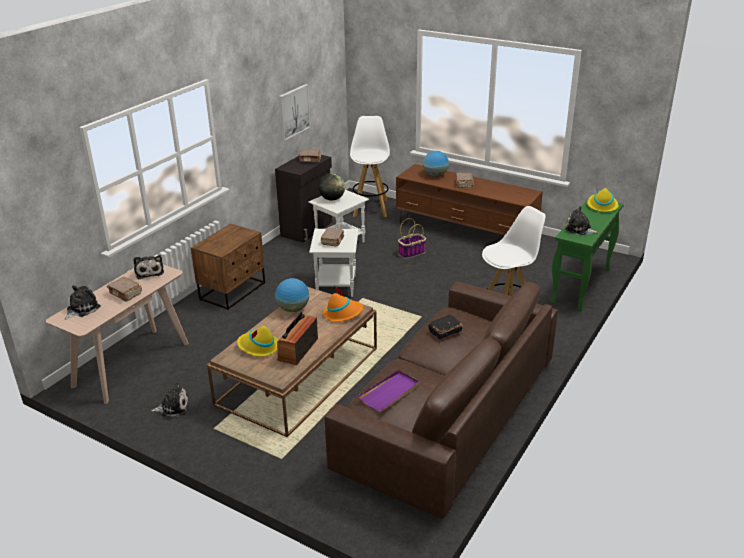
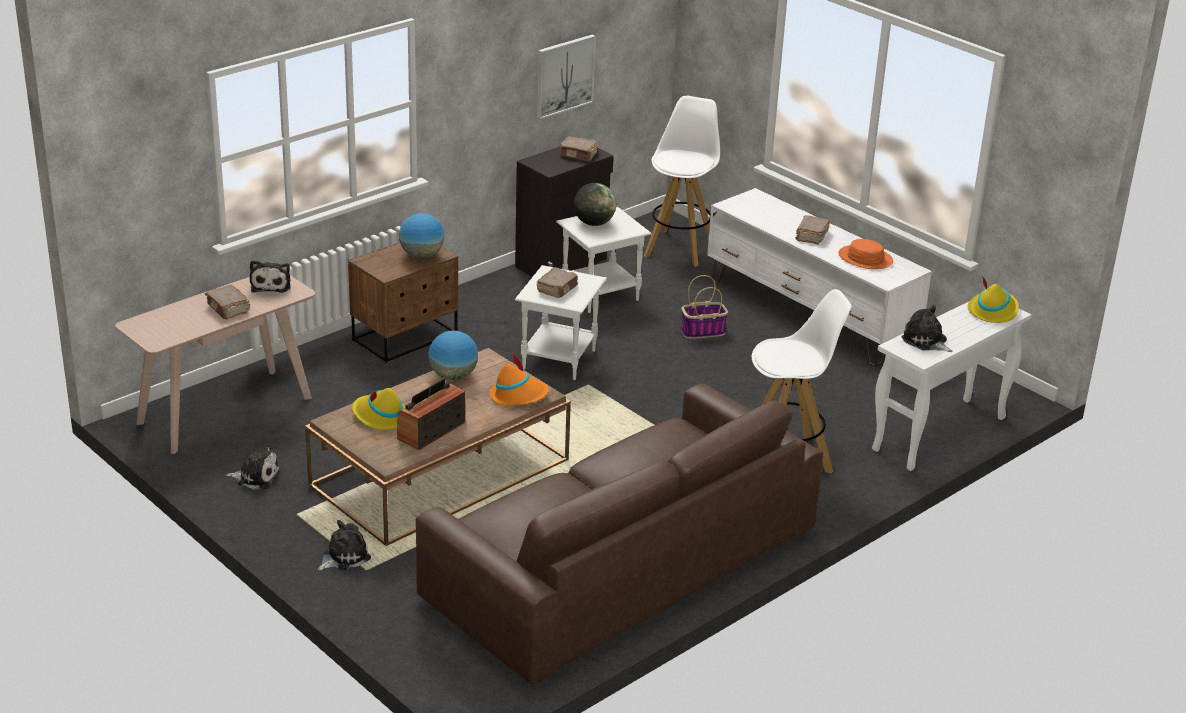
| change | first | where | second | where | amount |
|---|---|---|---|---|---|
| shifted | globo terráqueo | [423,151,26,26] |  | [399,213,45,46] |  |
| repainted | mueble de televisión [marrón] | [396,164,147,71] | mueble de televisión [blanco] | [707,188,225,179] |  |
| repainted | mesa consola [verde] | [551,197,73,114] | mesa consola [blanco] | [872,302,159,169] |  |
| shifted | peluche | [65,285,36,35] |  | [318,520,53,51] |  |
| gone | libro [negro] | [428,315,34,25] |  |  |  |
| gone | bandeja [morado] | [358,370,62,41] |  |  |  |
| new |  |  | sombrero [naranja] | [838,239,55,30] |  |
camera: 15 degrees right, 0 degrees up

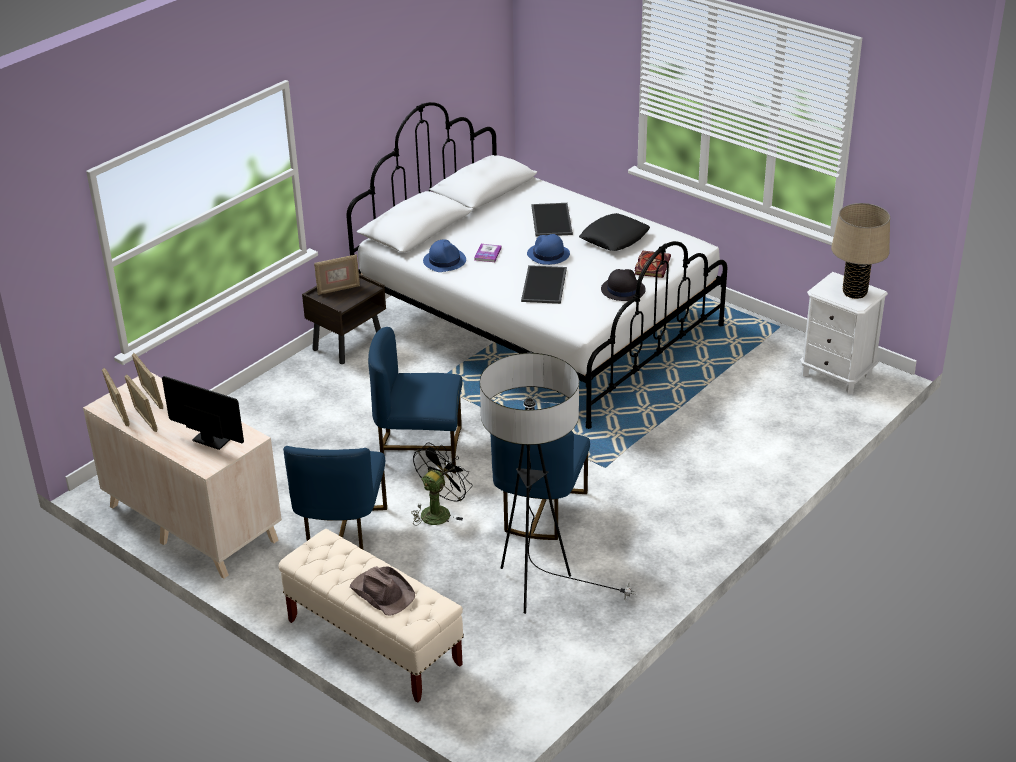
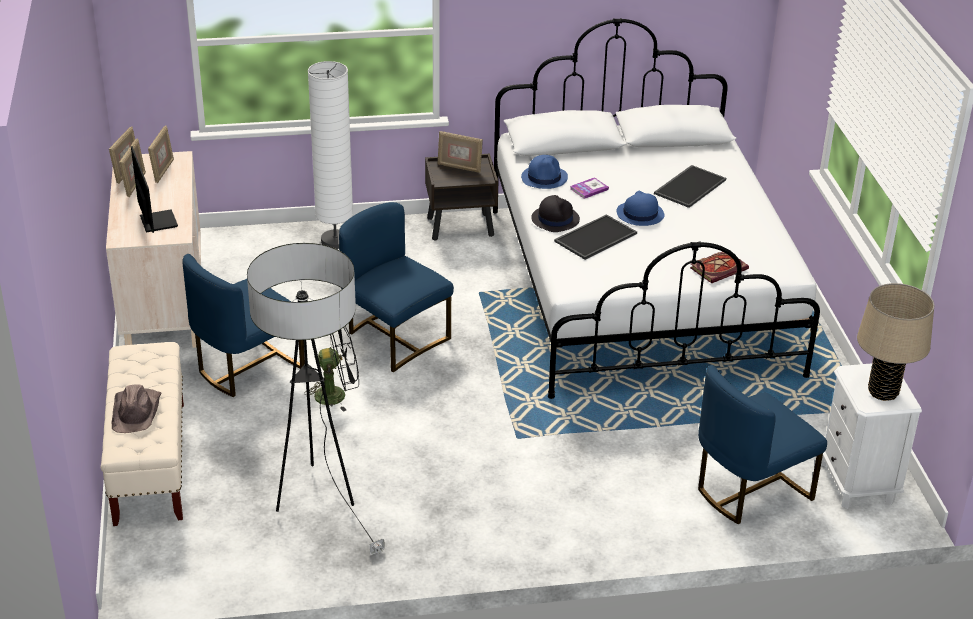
| change | first | where | second | where | amount |
|---|---|---|---|---|---|
| gone | cojín [negro] | [579,213,71,38] |  |  |  |
| shifted | sombrero [negro] | [601,269,45,32] |  | [531,195,49,37] |  |
| shifted | silla [azul] | [490,431,100,109] |  | [698,365,129,159] |  |
| new |  |  | lámpara de pie [blanco] | [308,61,45,188] |  |
camera: 40 degrees right, 0 degrees up

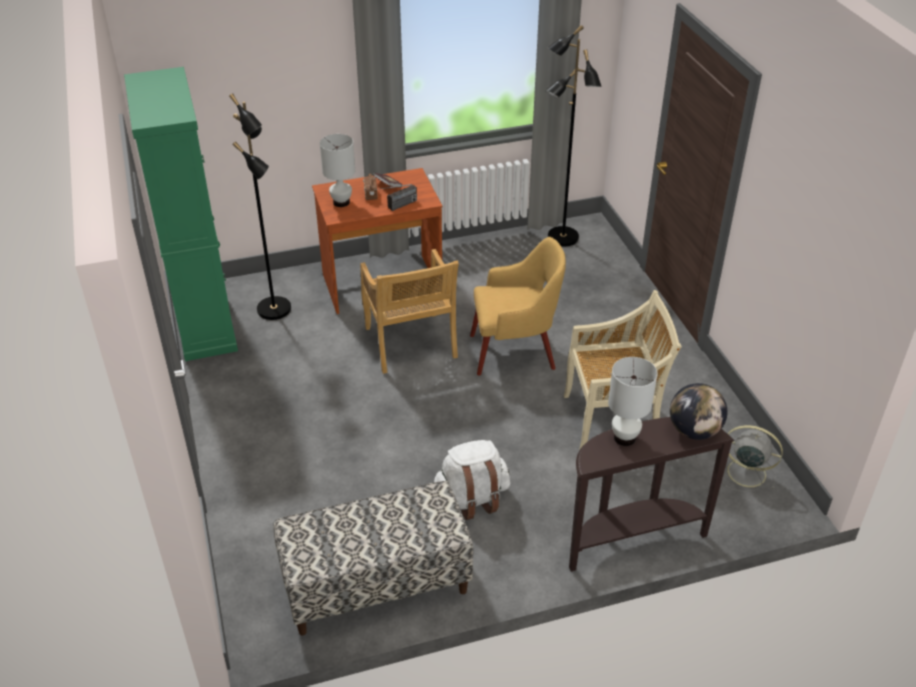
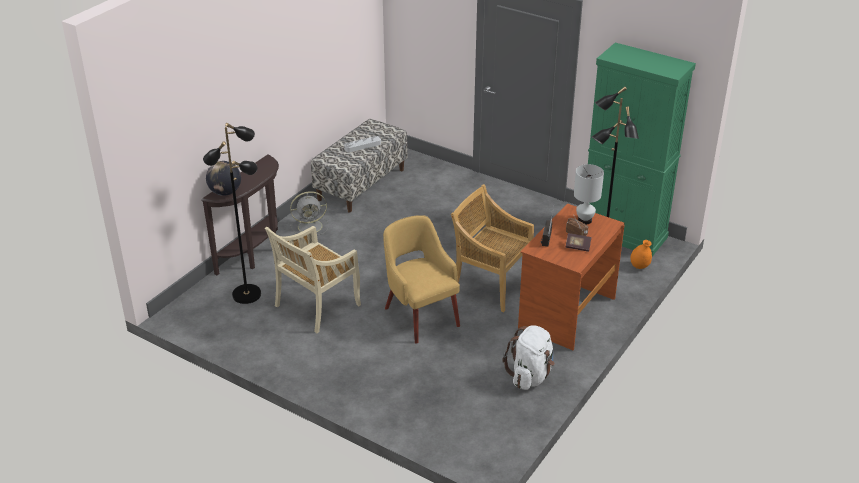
| change | first | where | second | where | amount |
|---|---|---|---|---|---|
| shifted | lámpara de pie [negro] | [545,25,57,222] |  | [203,123,58,181] |  |
| rotated | sillón [amarillo] | [470,237,96,139] |  | [383,215,77,129] | 105 degrees clockwise |
| gone | lámpara de mesa [blanco] | [608,357,50,89] |  |  |  |
| shifted | ventilador [gris] | [722,425,61,67] |  | [290,191,39,45] |  |
| shifted | mochila [blanco] | [434,440,76,80] |  | [503,325,52,65] |  |
| new |  |  | bandeja [gris] | [344,136,37,16] |  |
| new |  |  | florero [naranja] | [631,240,21,29] |  |
camera: 140 degrees right, 5 degrees down

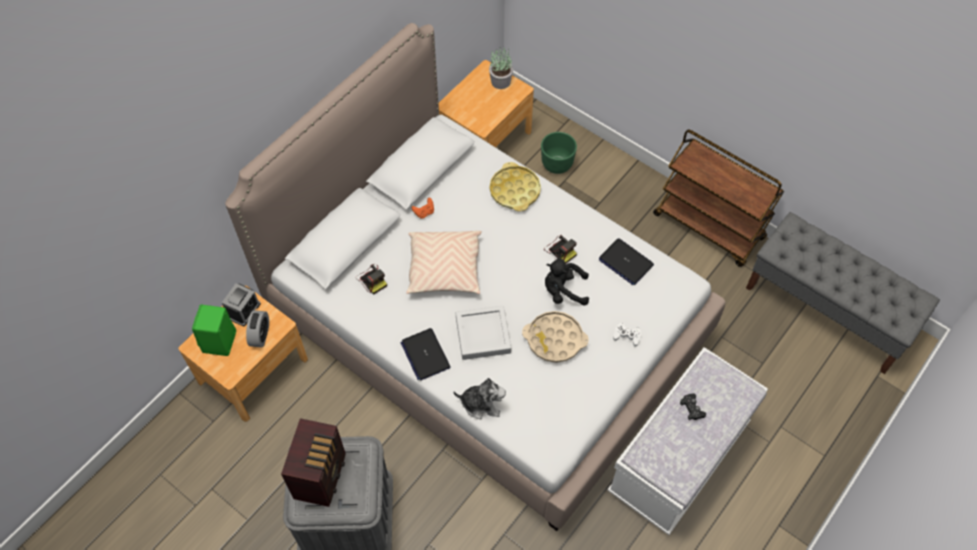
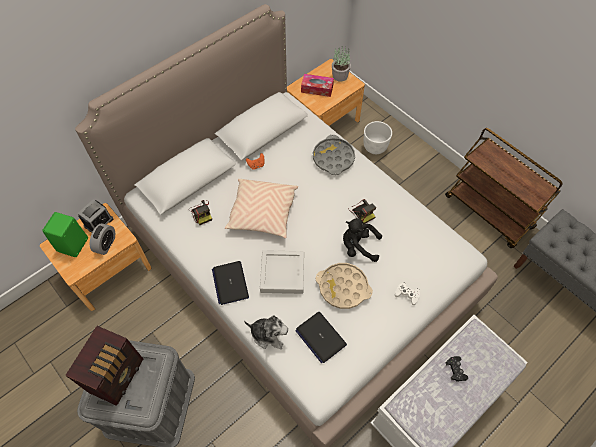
| change | first | where | second | where | amount |
|---|---|---|---|---|---|
| repainted | maceta [verde] | [541,132,36,42] | maceta [blanco] | [363,121,29,33] |  |
| repainted | bandeja [amarillo] | [490,162,51,50] | bandeja [gris] | [313,135,42,40] |  |
| shifted | portátil | [599,238,55,47] |  | [295,312,52,51] |  |
| new |  |  | caja de pañuelos | [301,74,33,23] |  |
camera: 10 degrees right, 0 degrees up

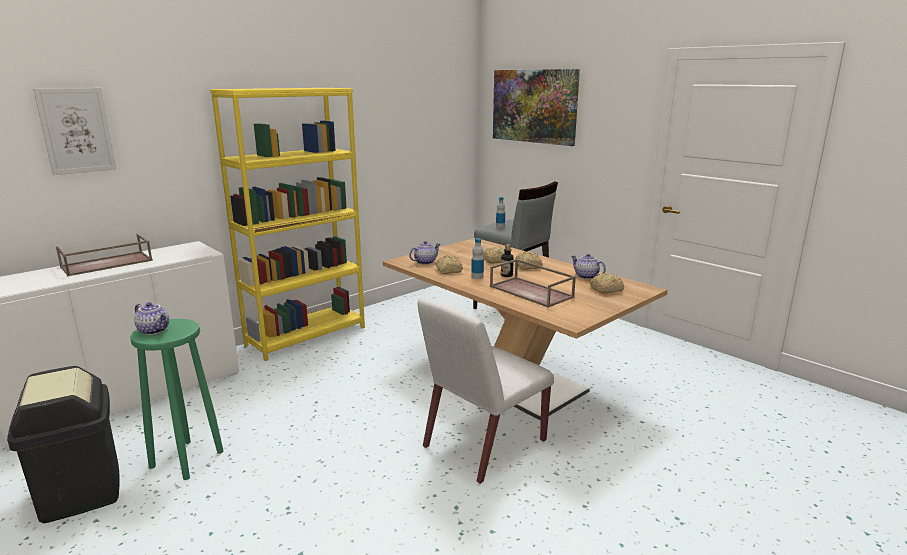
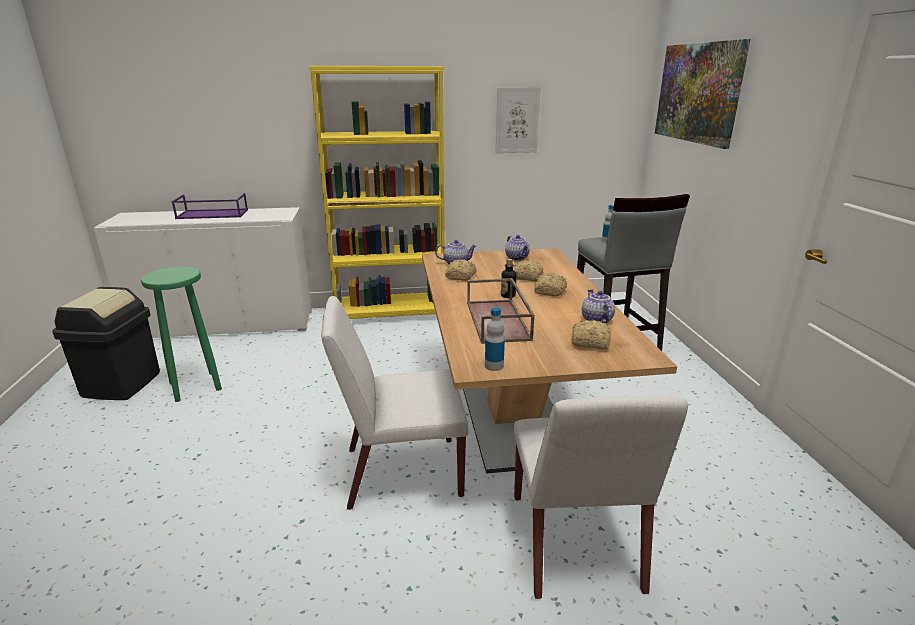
| change | first | where | second | where | amount |
|---|---|---|---|---|---|
| shifted | cuadro | [33,88,83,87] |  | [495,87,46,66] |  |
| repainted | bandeja [marrón] | [56,234,97,42] | bandeja [morado] | [171,193,77,26] |  |
| shifted | botella | [471,238,13,41] |  | [485,307,20,64] |  |
| shifted | tetera | [134,302,35,33] |  | [505,235,25,26] |  |
| new |  |  | silla [blanco] | [514,396,174,203] |  |
camera: 35 degrees right, 5 degrees up

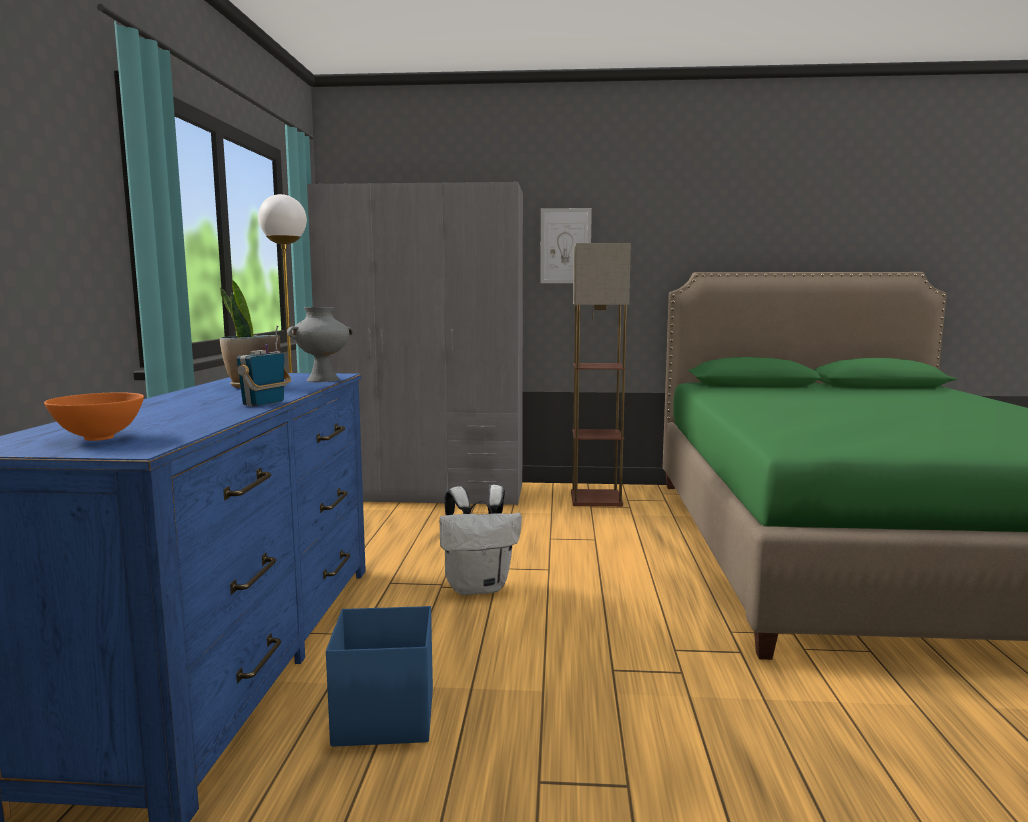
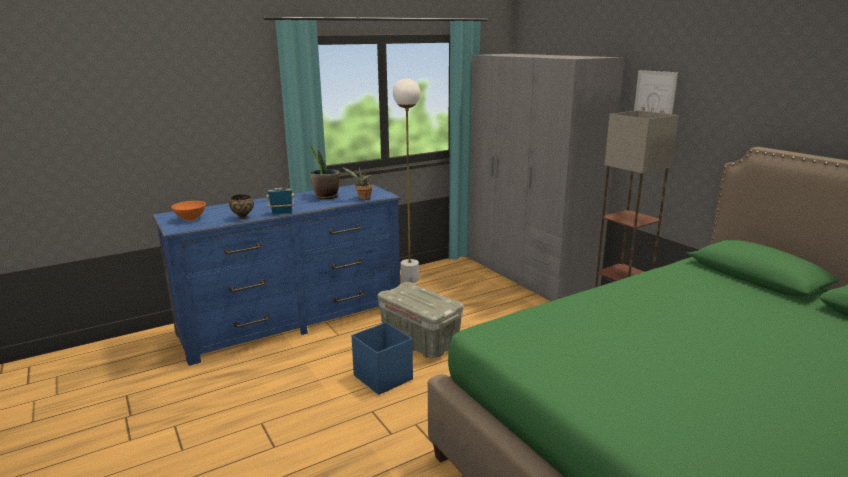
| change | first | where | second | where | amount |
|---|---|---|---|---|---|
| swapped | florero [gris] | [287,307,66,75] | planta en maceta | [342,167,31,33] |  |
| swapped | mochila [blanco] | [440,485,82,110] | caja de almacenaje [gris] | [378,282,85,76] |  |
| shifted | caja de almacenaje [azul] | [326,606,107,141] |  | [351,322,62,73] |  |
| new |  |  | cuenco [marrón] | [229,194,25,25] |  |
camera: 55 degrees right, 10 degrees up

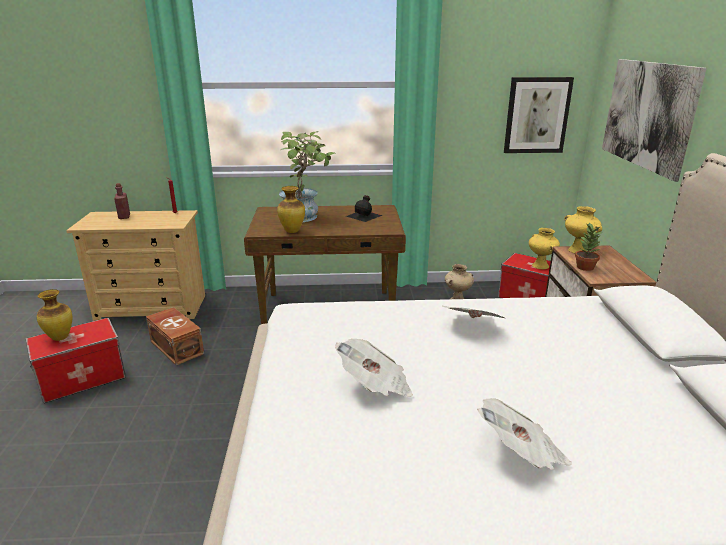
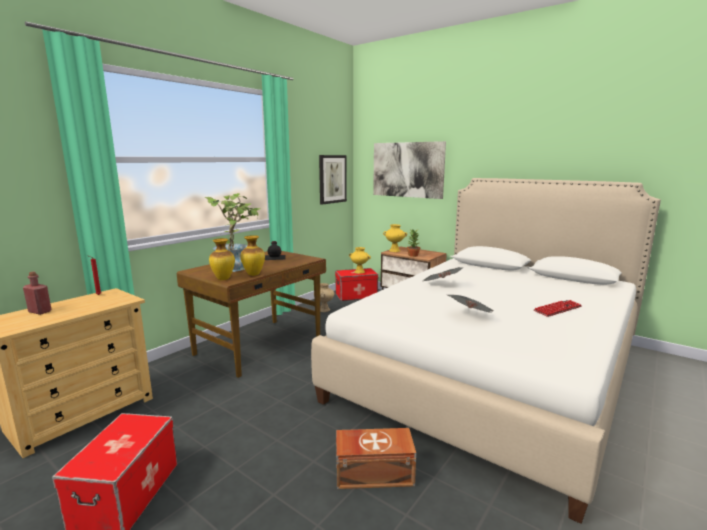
| change | first | where | second | where | amount |
|---|---|---|---|---|---|
| shifted | florero | [37,289,36,52] |  | [209,238,26,42] |  |
| shifted | caja de almacenaje [marrón] | [146,307,58,58] |  | [336,428,80,61] |  |
| swapped | periódico | [477,398,95,72] | teclado | [533,300,49,17] |  |
camera: 50 degrees left, 10 degrees down

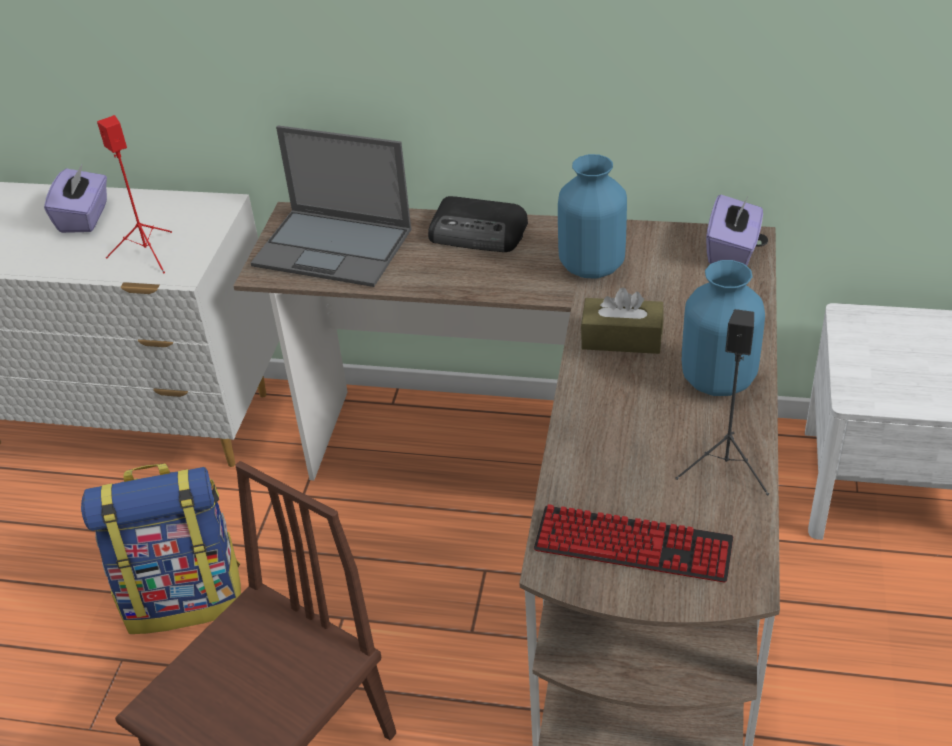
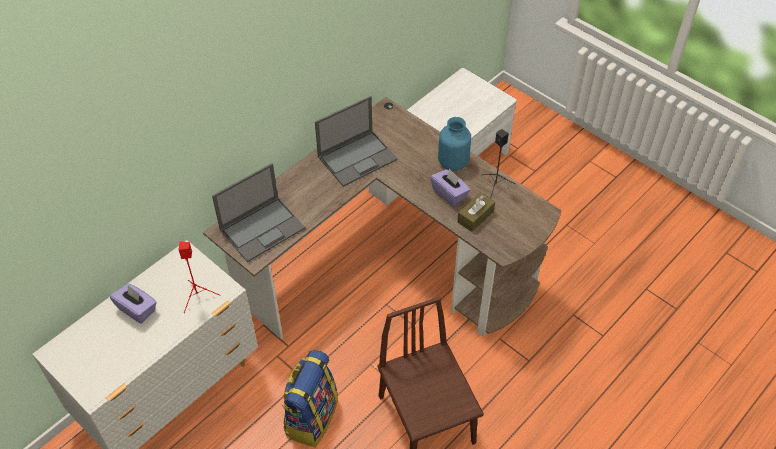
| change | first | where | second | where | amount |
|---|---|---|---|---|---|
| swapped | florero [azul] | [558,154,69,124] | portátil | [315,96,83,91] |  |
| shifted | caja de pañuelos [morado] | [706,195,57,71] |  | [430,169,40,37] |  |
| gone | radio | [428,196,100,56] |  |  |  |
| shifted | caja de pañuelos [marrón] | [581,287,83,67] |  | [457,192,38,40] |  |
| gone | teclado | [534,504,199,79] |  |  |  |
camera: 60 degrees left, 10 degrees up

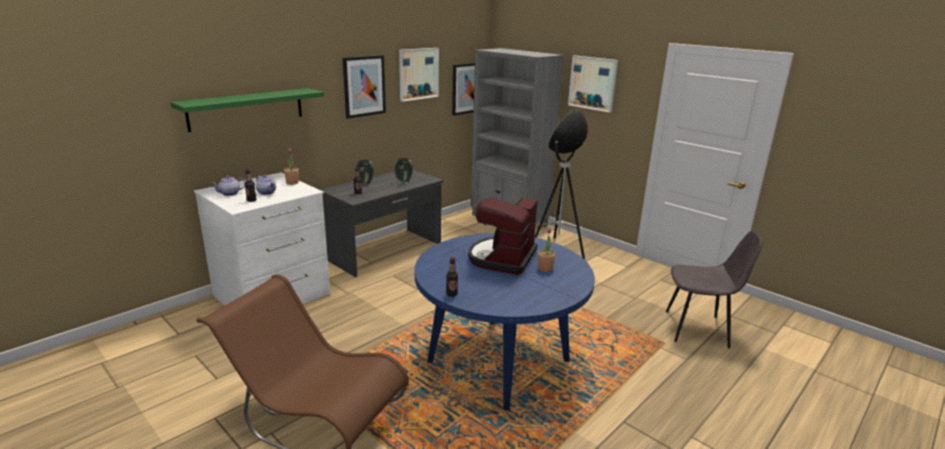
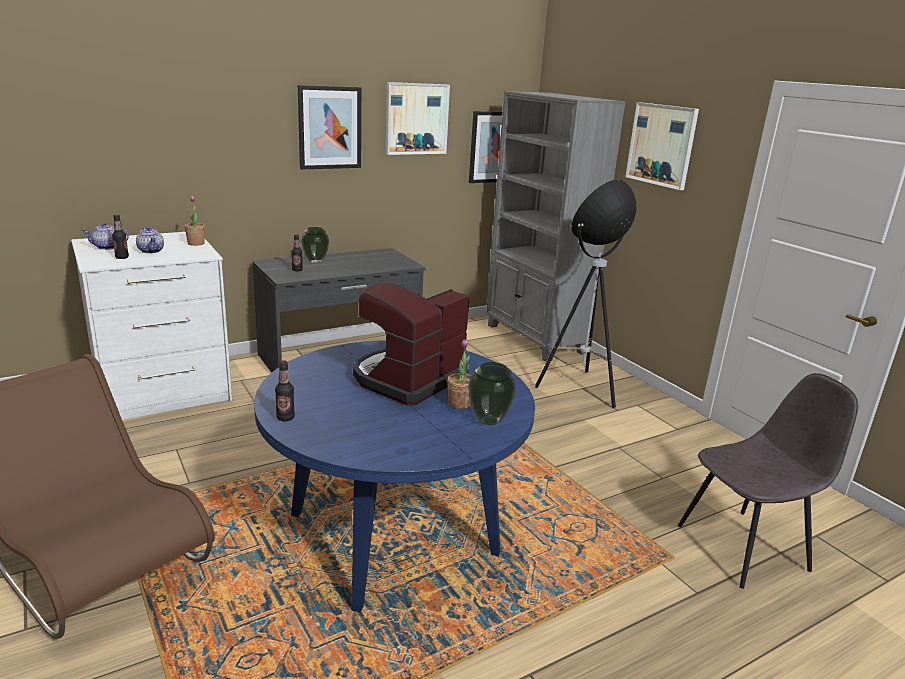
| change | first | where | second | where | amount |
|---|---|---|---|---|---|
| gone | estante [verde] | [170,88,154,44] |  |  |  |
| shifted | florero | [394,158,20,26] |  | [468,362,48,63] |  |
| rotated | silla [gris] | [666,230,97,118] |  | [678,373,180,216] | 45 degrees counterclockwise |
camera: 15 degrees right, 0 degrees up

